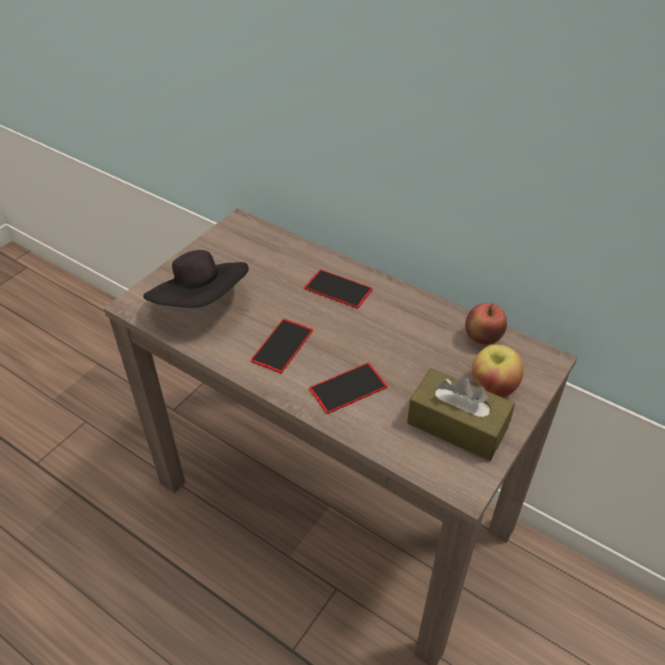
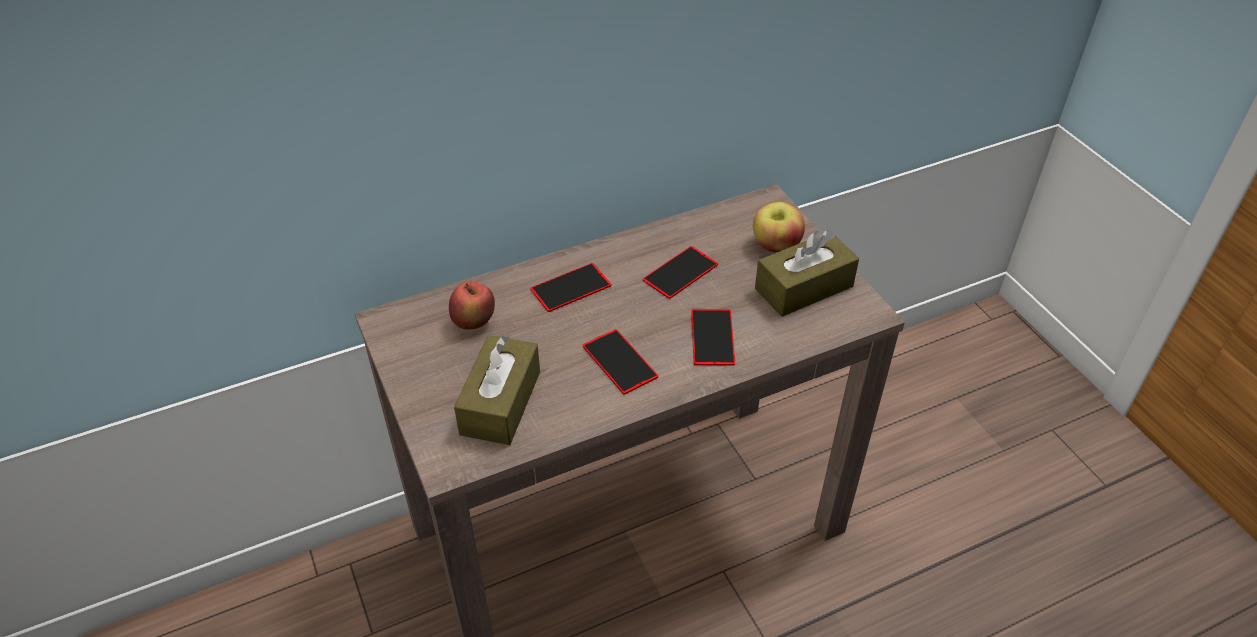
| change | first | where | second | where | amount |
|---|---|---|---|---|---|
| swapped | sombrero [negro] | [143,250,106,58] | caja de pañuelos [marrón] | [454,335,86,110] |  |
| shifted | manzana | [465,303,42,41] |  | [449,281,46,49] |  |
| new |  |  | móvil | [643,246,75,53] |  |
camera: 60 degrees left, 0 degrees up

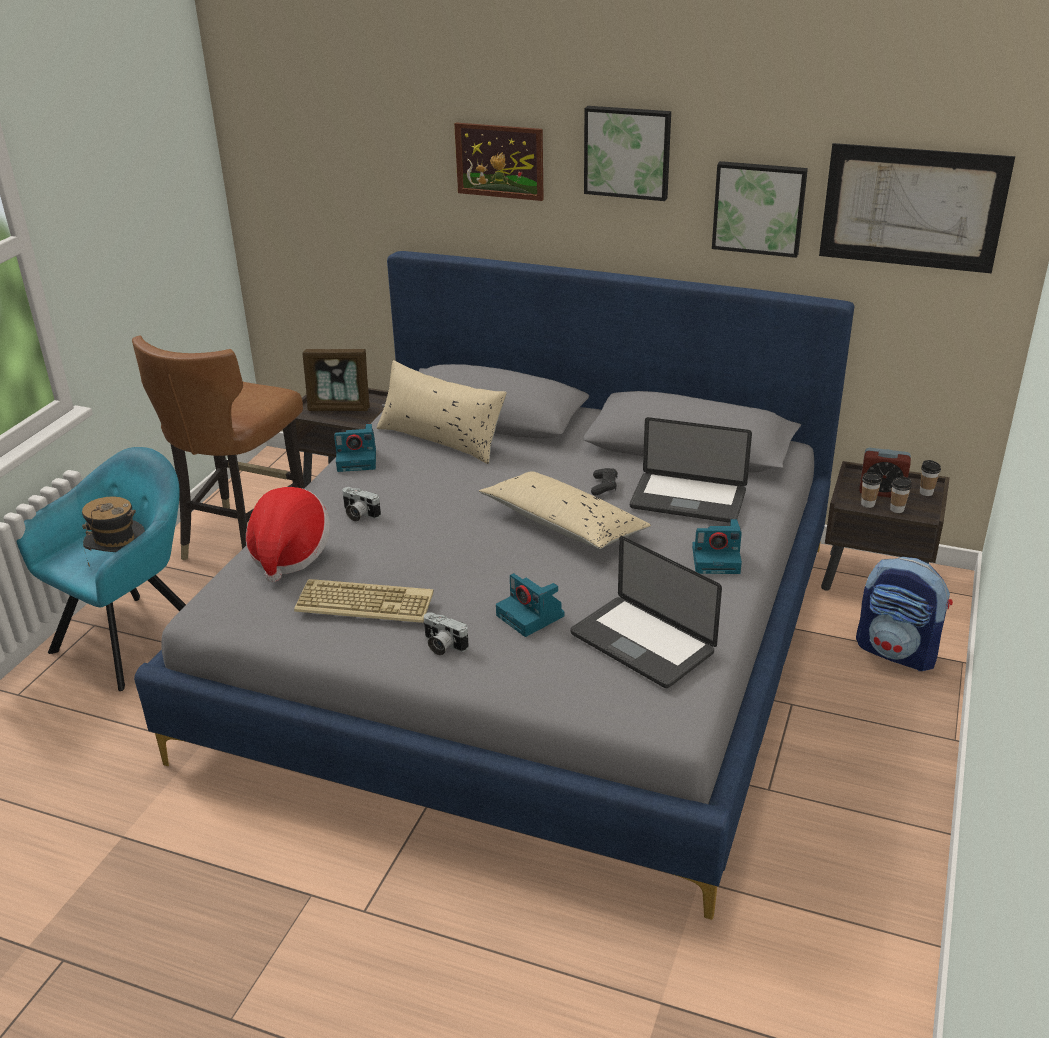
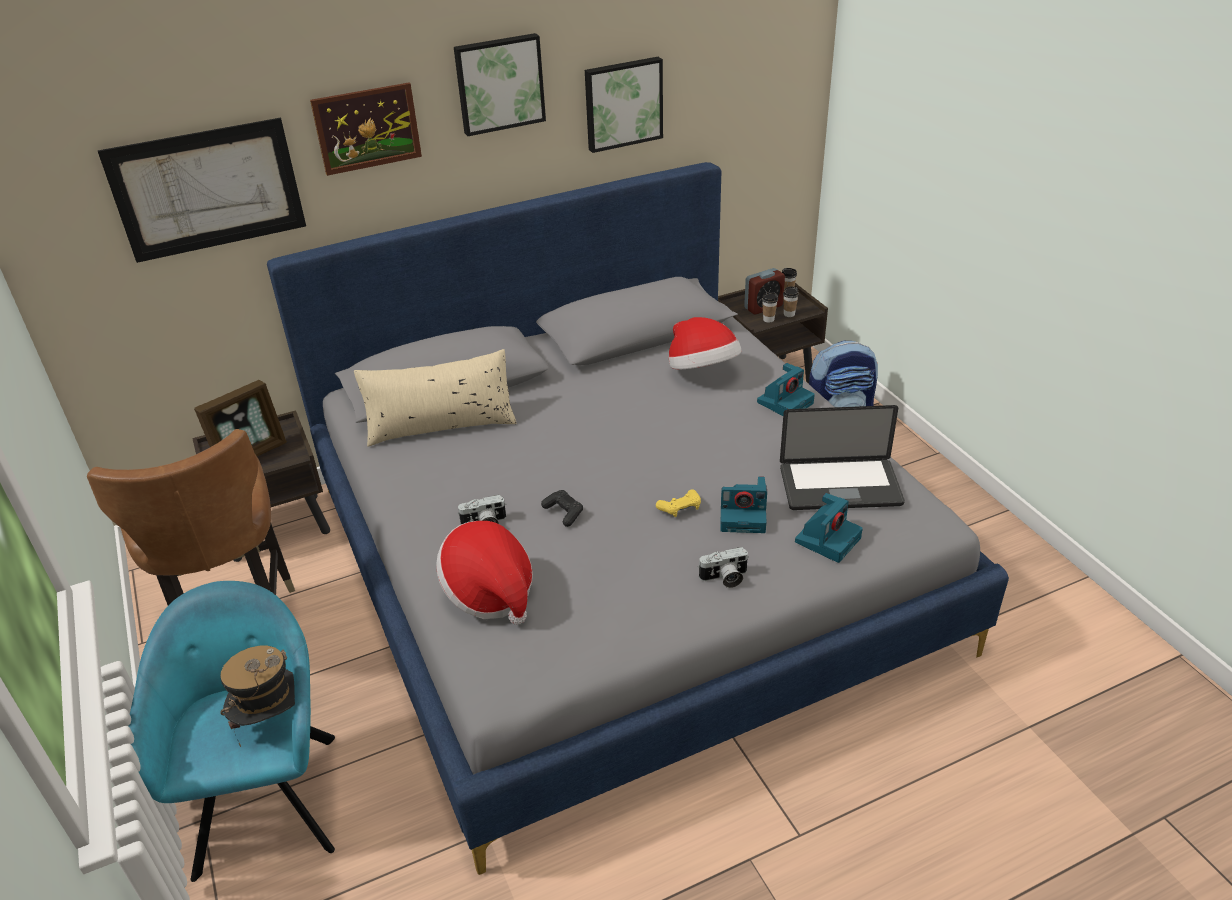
| change | first | where | second | where | amount |
|---|---|---|---|---|---|
| shifted | cuadro | [819,143,196,131] |  | [98,118,208,145] |  |
| swapped | portátil | [630,417,122,106] | sombrero | [668,317,74,52] |  |
| shifted | cámara | [334,424,42,48] |  | [795,493,68,70] |  |
| shifted | mando de consola [negro] | [591,468,27,28] |  | [541,490,42,37] |  |
| gone | cojín [beis] | [479,471,172,78] |  |  |  |
| gone | teclado | [294,579,140,44] |  |  |  |
| new |  |  | mando de consola [amarillo] | [656,489,45,28] |  |
camera: 45 degrees left, 5 degrees up

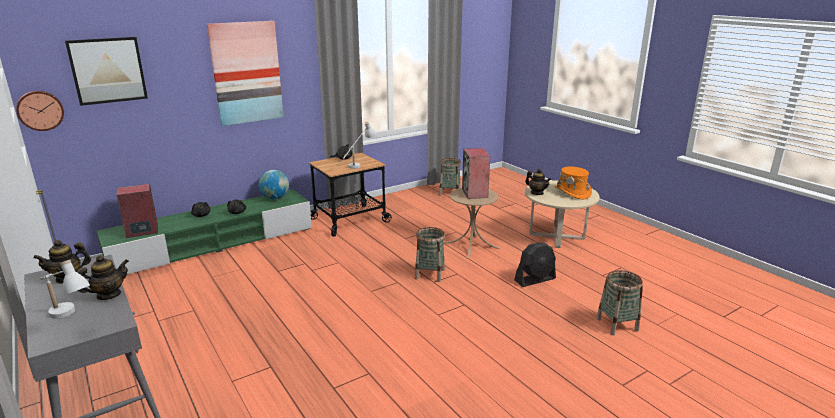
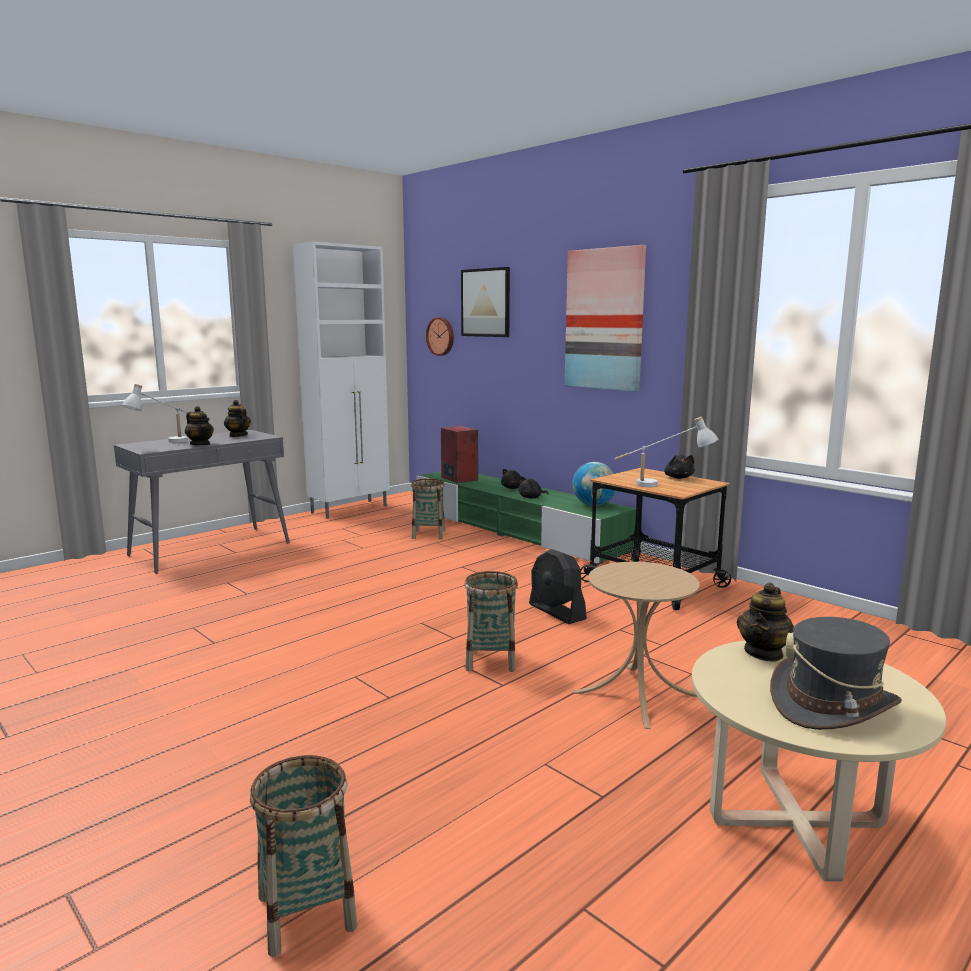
| change | first | where | second | where | amount |
|---|---|---|---|---|---|
| gone | altavoz | [462,148,28,51] |  |  |  |
| shifted | cesta | [439,158,22,38] |  | [411,479,34,60] |  |
| repainted | sombrero [naranja] | [555,167,37,32] | sombrero [gris] | [770,617,132,113] |  |
| shifted | ventilador [negro] | [514,243,42,44] |  | [529,549,58,75] |  |
camera: 80 degrees right, 10 degrees down

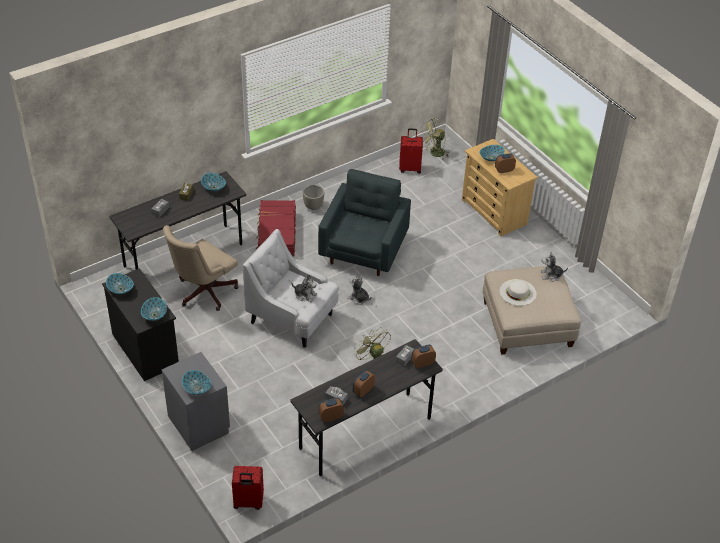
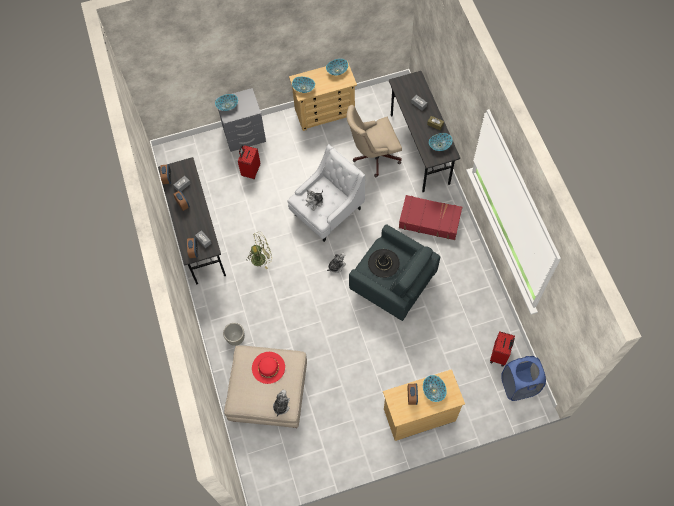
| change | first | where | second | where | amount |
|---|---|---|---|---|---|
| swapped | ventilador [verde] | [421,118,29,42] | cesto de la ropa [azul] | [501,356,45,45] |  |
| shifted | maceta [gris] | [303,185,21,25] |  | [223,323,22,23] |  |
| rotated | silla de oficina [beis] | [163,225,75,86] |  | [347,105,55,72] | 75 degrees counterclockwise |
| repainted | cómoda [negro] | [102,268,77,113] | cómoda [beis] | [289,61,68,70] |  |
| repainted | sombrero [blanco] | [500,279,37,27] | sombrero [rojo] | [252,352,33,32] |  |
| shifted | maleta [rojo] | [232,466,32,44] |  | [238,145,22,34] |  |
| new |  |  | sombrero [negro] | [368,249,32,29] |  |
camera: 110 degrees right, 20 degrees up

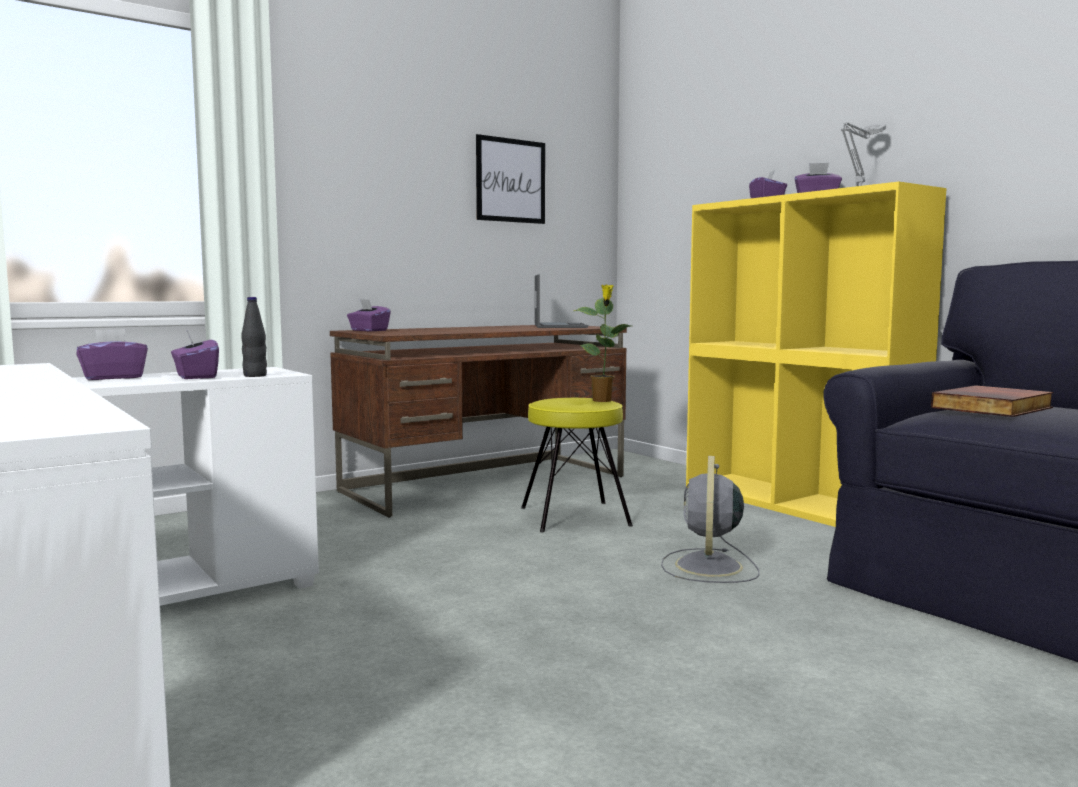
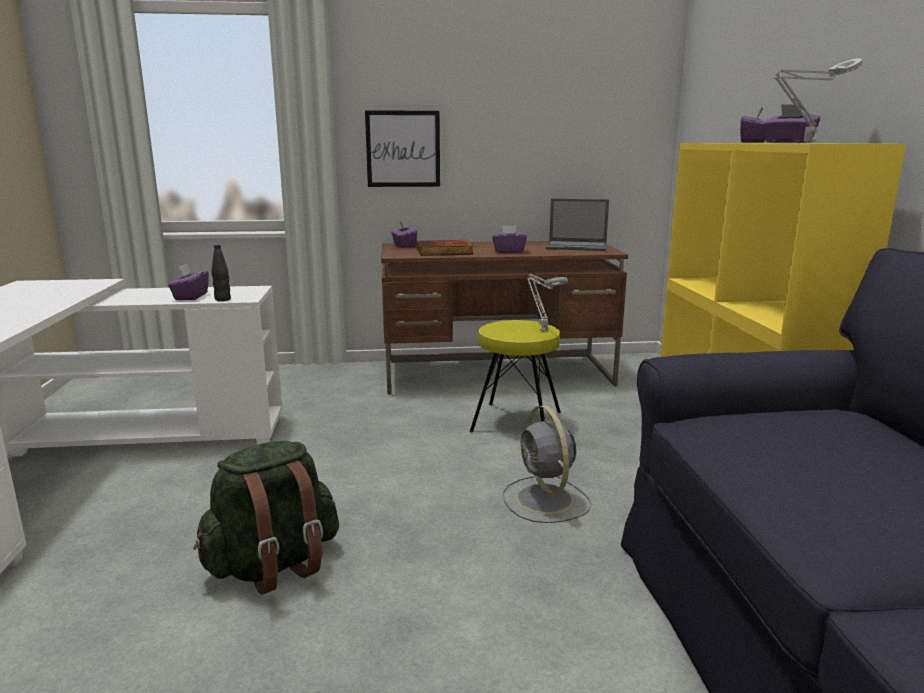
| change | first | where | second | where | amount |
|---|---|---|---|---|---|
| shifted | cuadro | [476,134,69,90] |  | [365,110,75,77] |  |
| rotated | portátil | [535,274,53,54] |  | [545,199,64,52] | 75 degrees clockwise |
| swapped | planta en maceta | [574,284,57,118] | lámpara de mesa [gris] | [527,274,41,57] |  |
| shifted | caja de pañuelos [morado] | [77,329,71,51] |  | [492,225,35,28] |  |
| shifted | libro | [931,385,123,32] |  | [417,240,56,16] |  |
| rotated | ventilador [gris] | [661,456,99,127] |  | [503,405,89,118] | 60 degrees counterclockwise |
| new |  |  | mochila [verde] | [193,441,146,154] |  |
camera: 30 degrees right, 10 degrees up

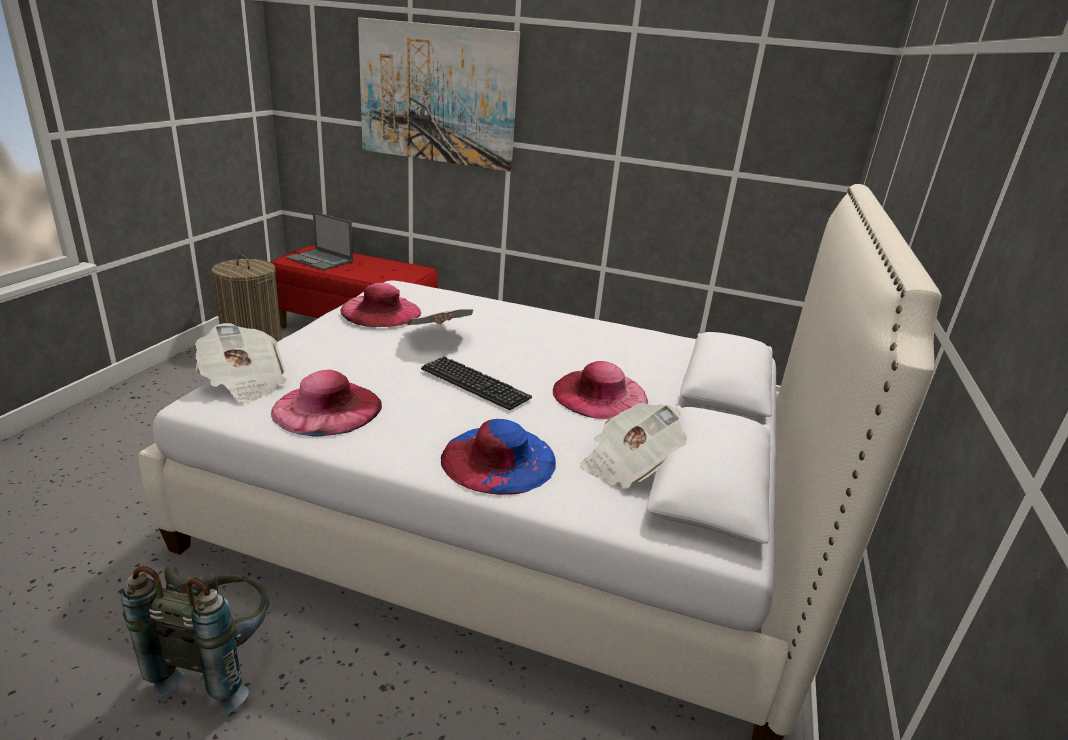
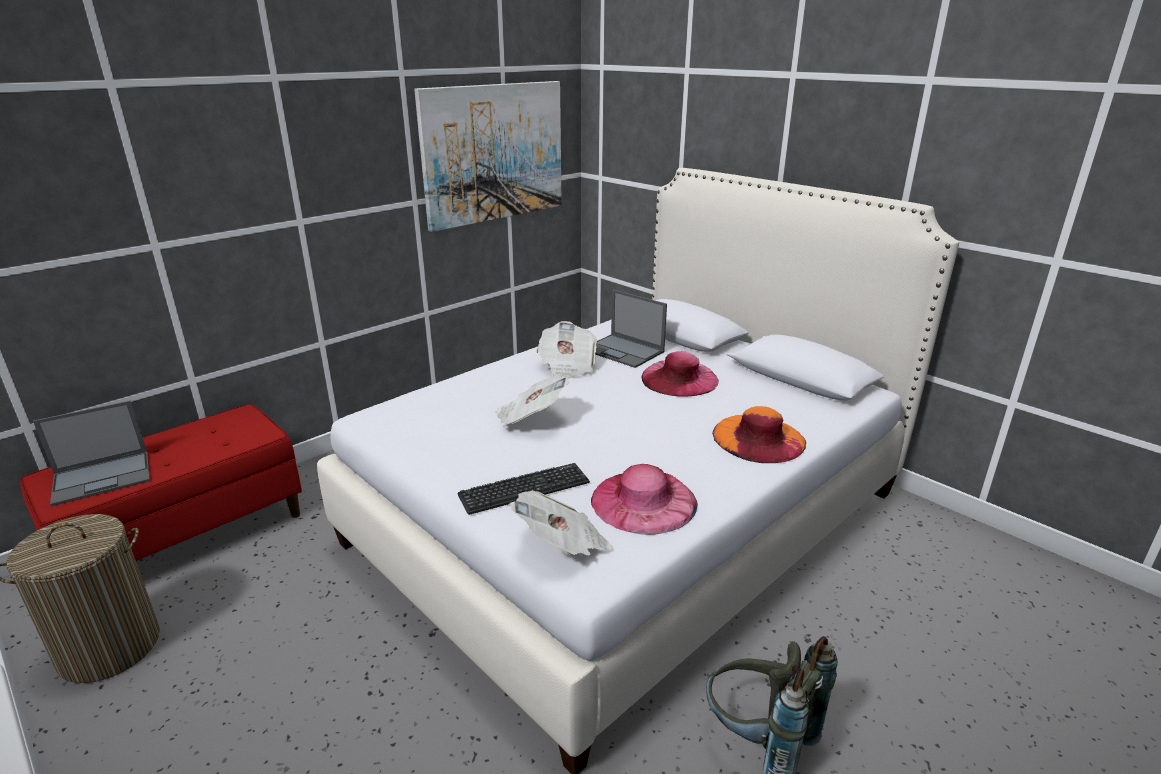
| change | first | where | second | where | amount |
|---|---|---|---|---|---|
| shifted | cuadro | [358,17,162,154] |  | [414,81,148,151] |  |
| gone | sombrero [rosa] | [340,283,81,44] |  |  |  |
| shifted | teclado | [421,356,111,54] |  | [458,463,132,52] |  |
| shifted | periódico | [581,403,106,85] |  | [536,321,61,58] |  |
| repainted | sombrero [azul] | [441,419,115,76] | sombrero [naranja] | [712,406,94,57] |  |
| new |  |  | portátil | [595,290,72,78] |  |
camera: 60 degrees left, 0 degrees up

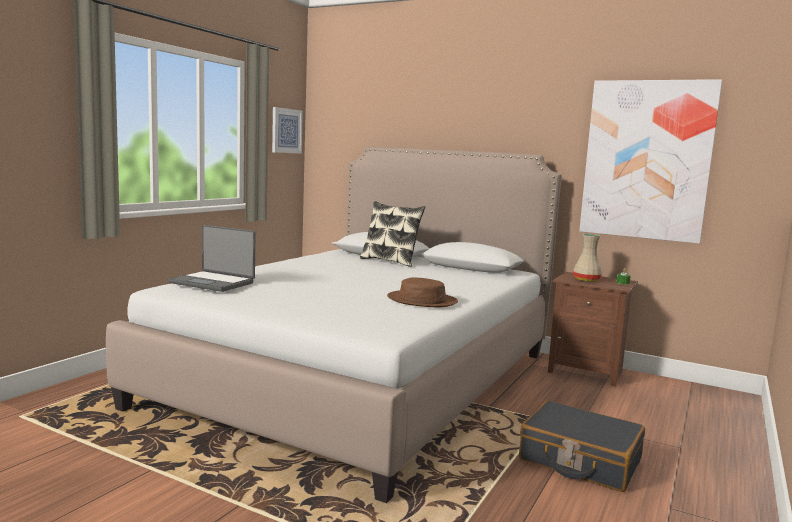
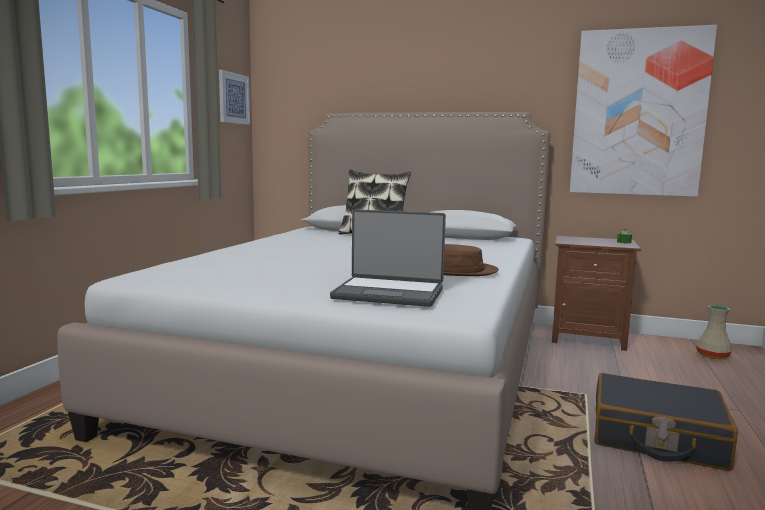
| change | first | where | second | where | amount |
|---|---|---|---|---|---|
| shifted | portátil | [168,225,87,67] |  | [330,209,116,98] |  |
| shifted | florero [beis] | [573,234,29,48] |  | [696,305,36,54] |  |
camera: 10 degrees left, 0 degrees up

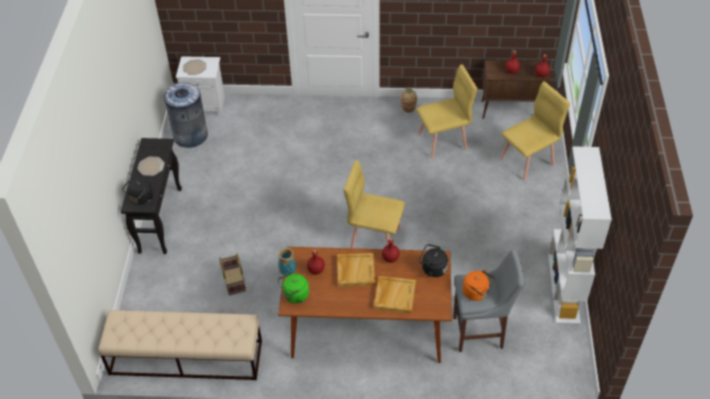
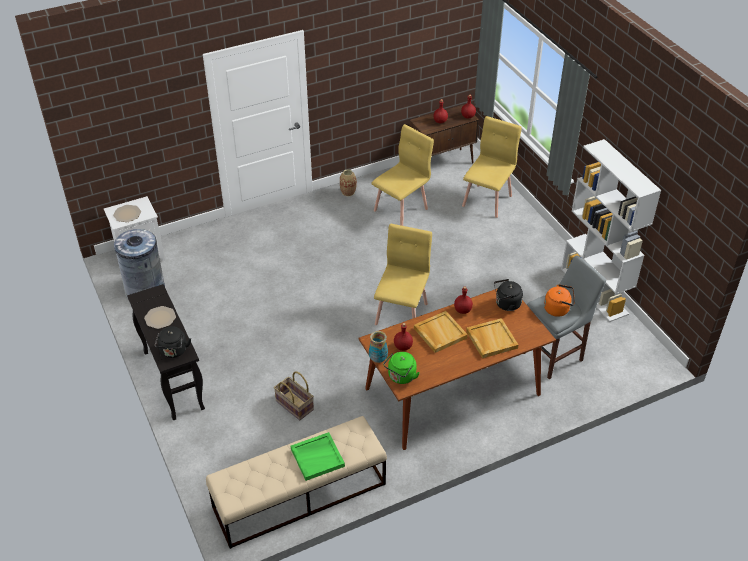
| change | first | where | second | where | amount |
|---|---|---|---|---|---|
| rotated | silla [amarillo] | [344,160,61,88] |  | [374,224,58,101] | 120 degrees clockwise |
| new |  |  | bandeja [verde] | [291,432,54,49] |  |
camera: 30 degrees left, 5 degrees down

